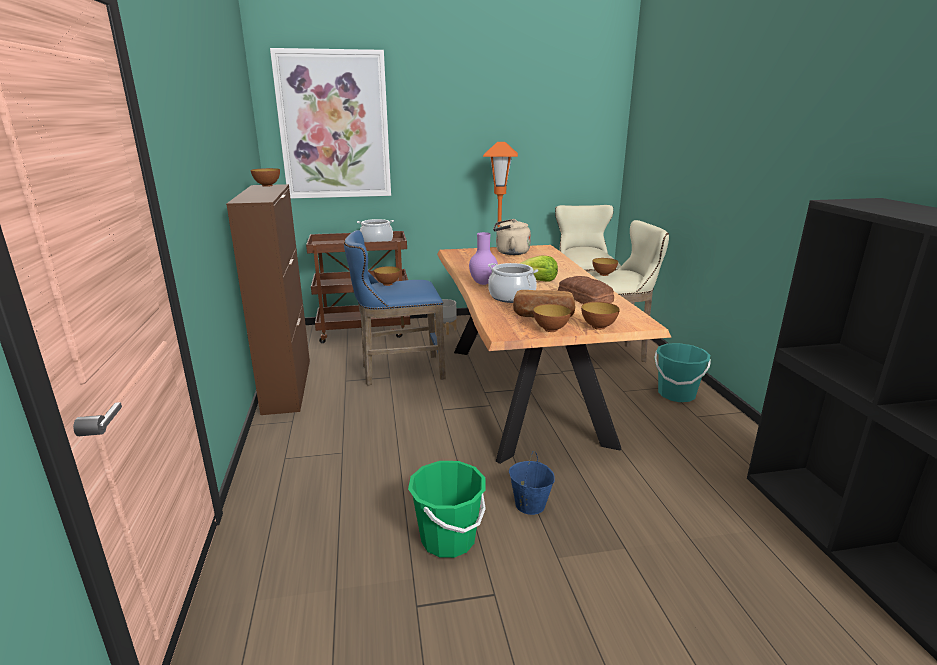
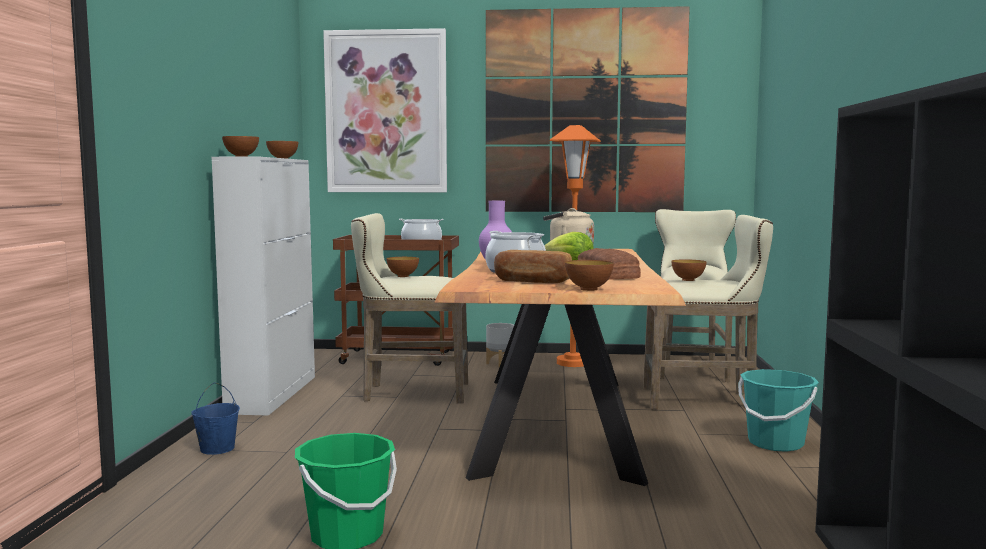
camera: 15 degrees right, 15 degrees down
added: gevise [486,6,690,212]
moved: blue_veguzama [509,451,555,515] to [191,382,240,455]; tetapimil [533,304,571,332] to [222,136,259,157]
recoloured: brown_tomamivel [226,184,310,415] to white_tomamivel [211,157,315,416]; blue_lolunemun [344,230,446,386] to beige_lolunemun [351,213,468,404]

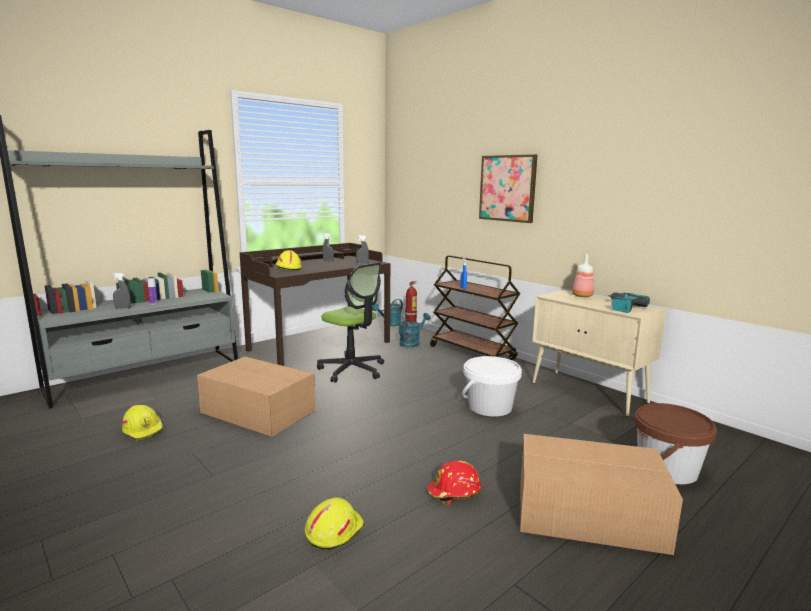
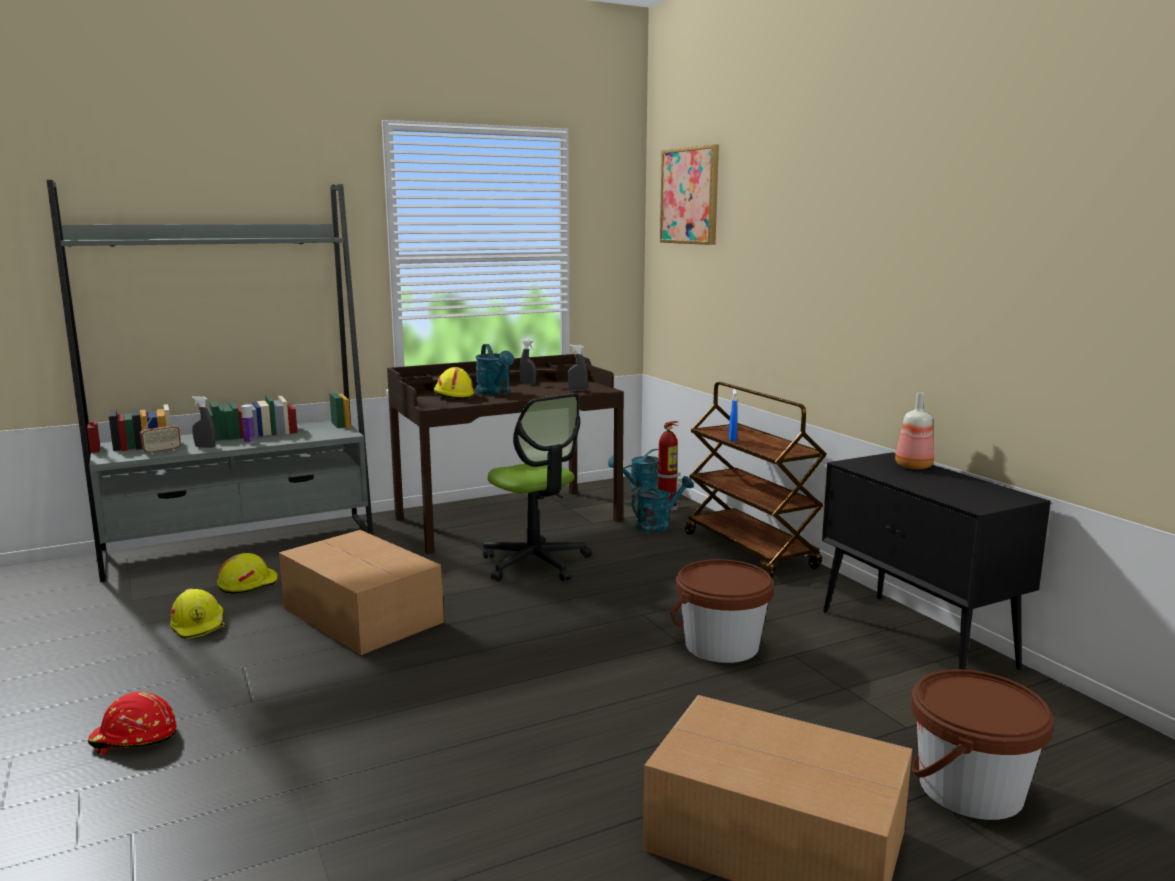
camera: 15 degrees right, 0 degrees up
removed: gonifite [608,292,650,313]
added: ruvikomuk [140,409,181,455]; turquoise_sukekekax [475,344,514,396]
moved: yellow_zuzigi [305,497,364,550] to [217,553,278,594]; red_zuzigi [427,460,481,505] to [87,692,177,754]; gevise [479,154,538,223] to [660,144,719,245]
recoloured: white_veguzama [462,356,522,417] to brown_veguzama [671,559,774,663]; beige_tomamivel [532,290,666,417] to black_tomamivel [822,452,1051,671]

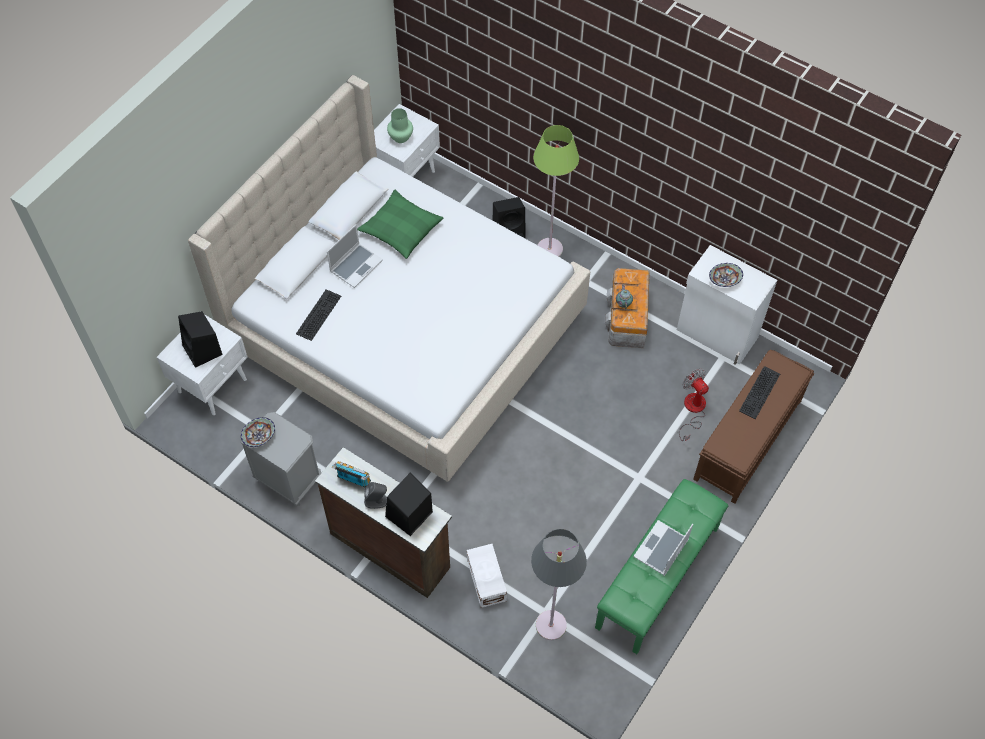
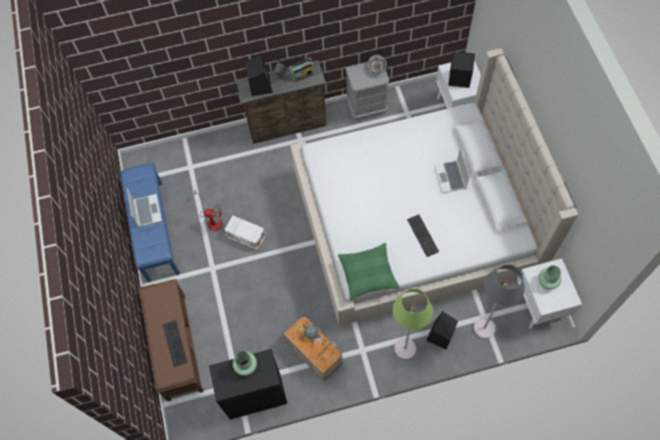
camera: 135 degrees right, 5 degrees up
moved: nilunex [296,289,341,341] to [407,214,439,257]; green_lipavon [357,190,444,259] to [338,243,400,300]; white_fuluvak [467,544,507,608] to [224,216,266,250]; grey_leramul [531,529,587,640] to [474,265,525,339]; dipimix [679,369,709,441] to [194,190,223,231]
replaced: tetapimil [709,263,743,287] to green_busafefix [233,351,257,376]
recoloured: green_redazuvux [595,479,728,654] to blue_redazuvux [121,163,180,282]; white_tomamivel [677,245,777,365] to black_tomamivel [209,349,287,420]

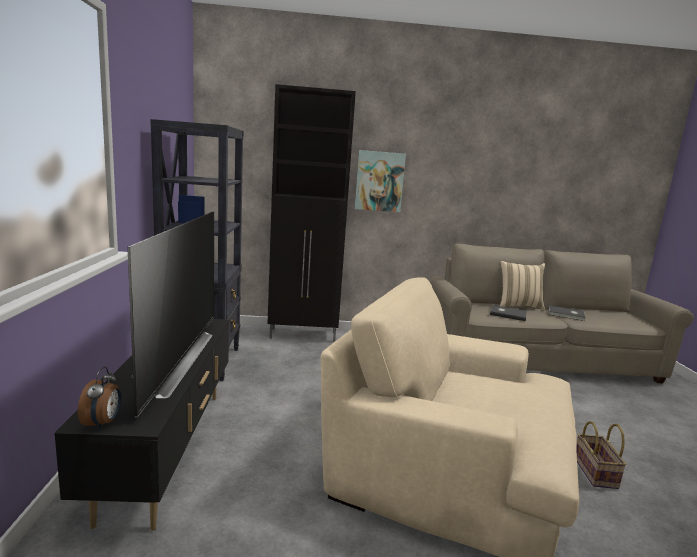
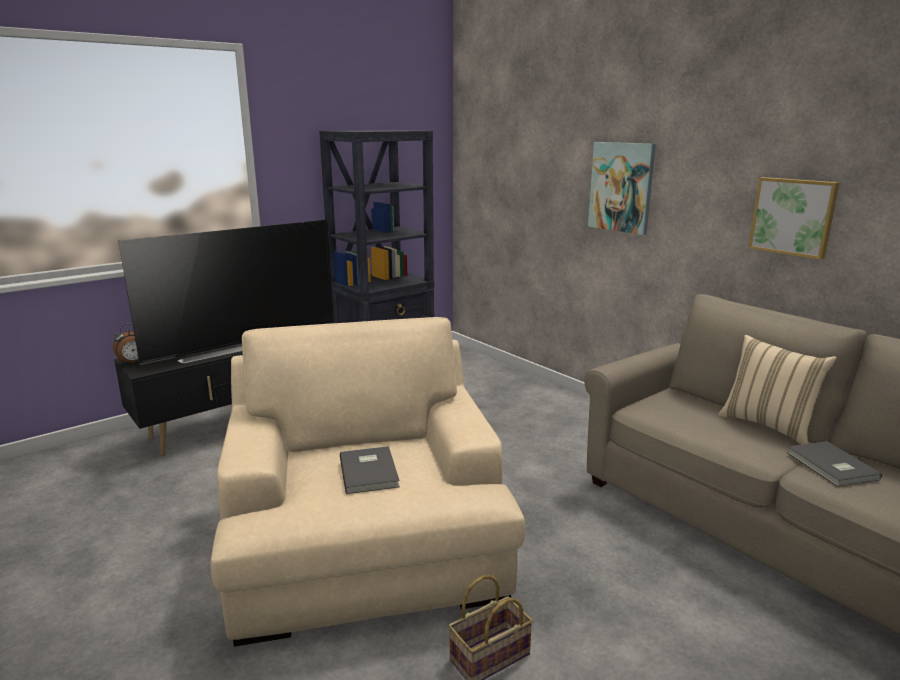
camera: 55 degrees right, 5 degrees up
removed: black_tomamivel [268,84,356,342]
added: gevise [748,177,840,260]
moved: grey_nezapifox [490,305,527,321] to [340,446,400,494]

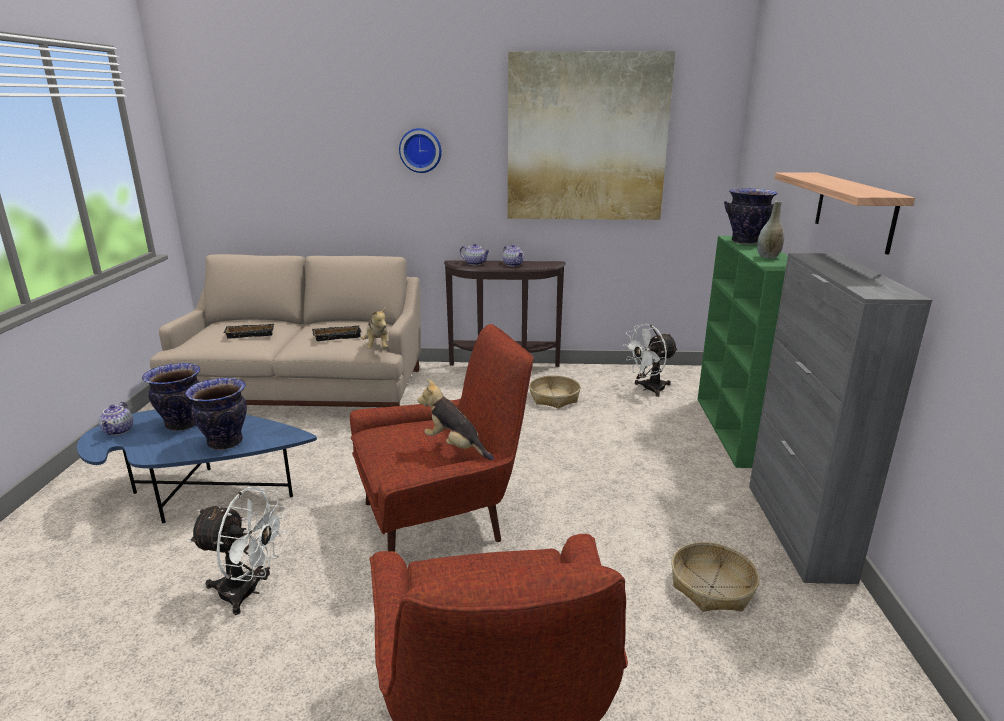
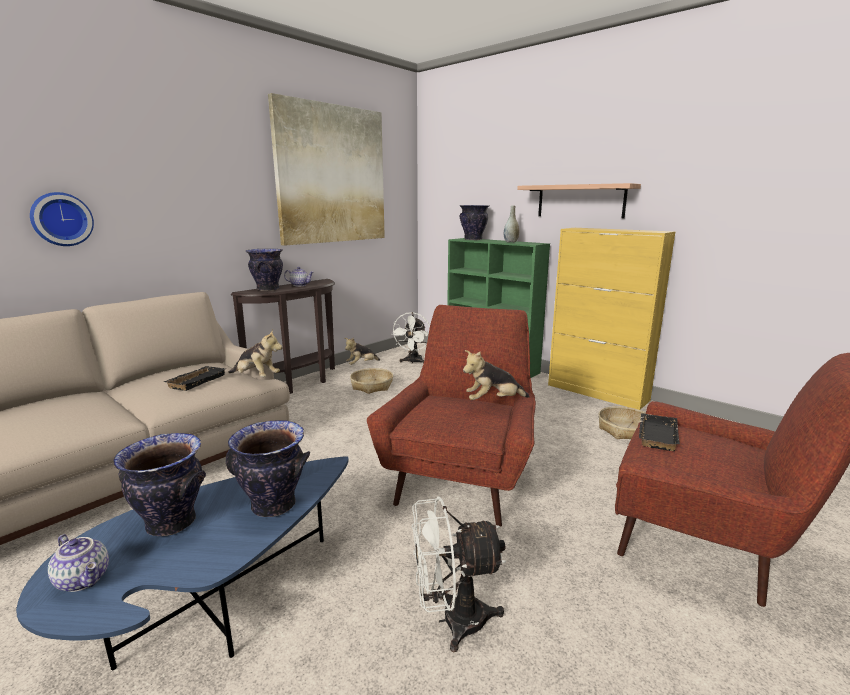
camera: 50 degrees left, 5 degrees down
added: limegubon [345,338,380,365]
moved: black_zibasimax [223,324,274,339] to [639,413,680,451]; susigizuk [399,128,442,173] to [30,192,94,246]
replaced: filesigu [460,243,490,265] to busafefix [246,249,283,291]
recoloured: grey_tomamivel [749,253,932,584] to yellow_tomamivel [548,228,675,410]
turned: white_dipimix [189,487,286,615] = [412,496,506,652] 150 degrees counterclockwise

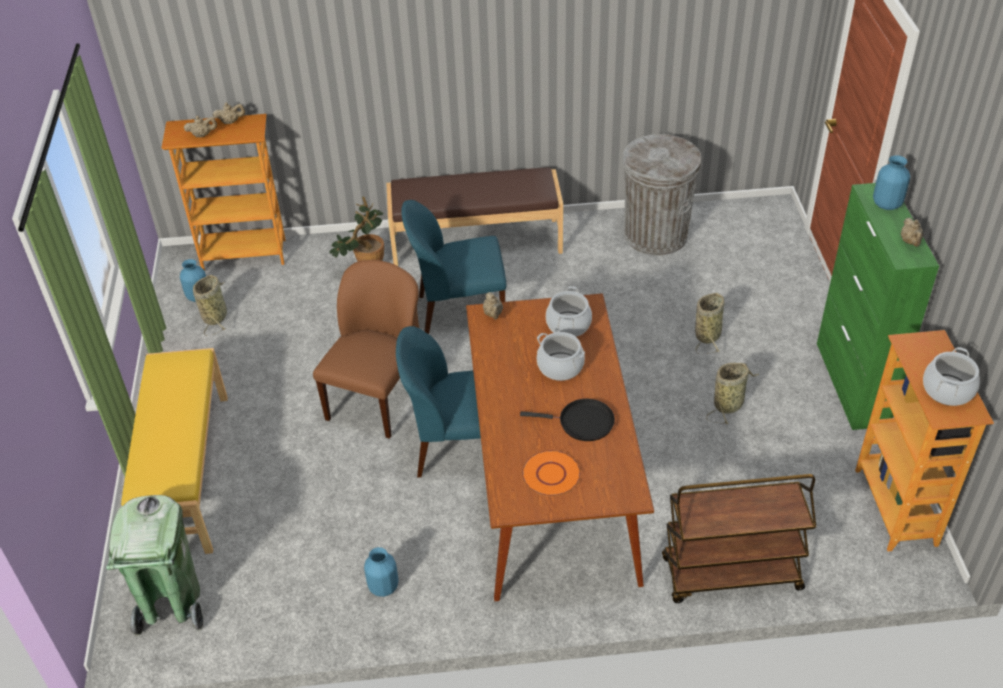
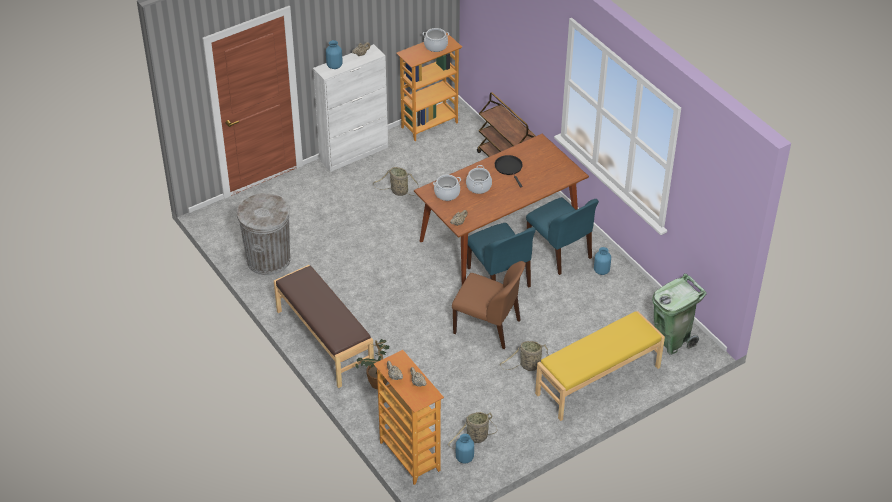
camera: 120 degrees left, 0 degrees up
removed: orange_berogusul [522,450,581,496]
moved: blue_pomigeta [401,200,506,334] to [526,197,599,275]; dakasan [695,293,724,354] to [500,341,548,371]
recoloured: green_tomamivel [817,183,939,430] to white_tomamivel [313,44,388,172]
turned: brown_pomigeta [313,260,419,439] = [452,261,526,349] 150 degrees counterclockwise

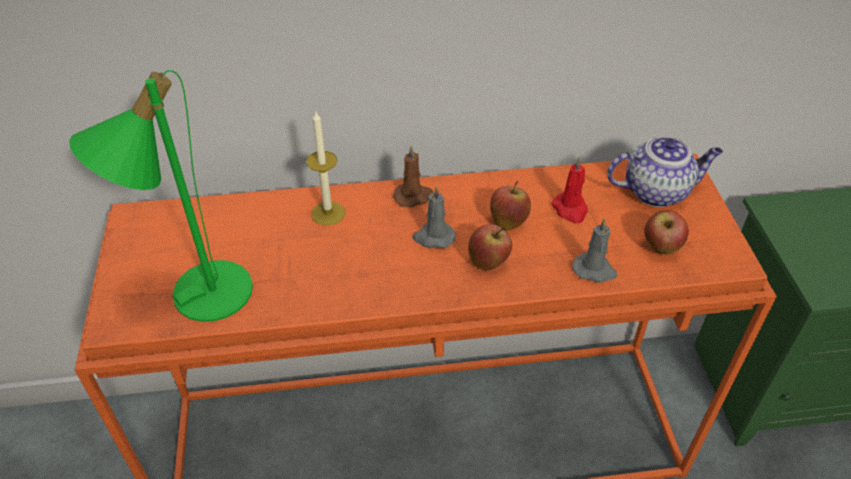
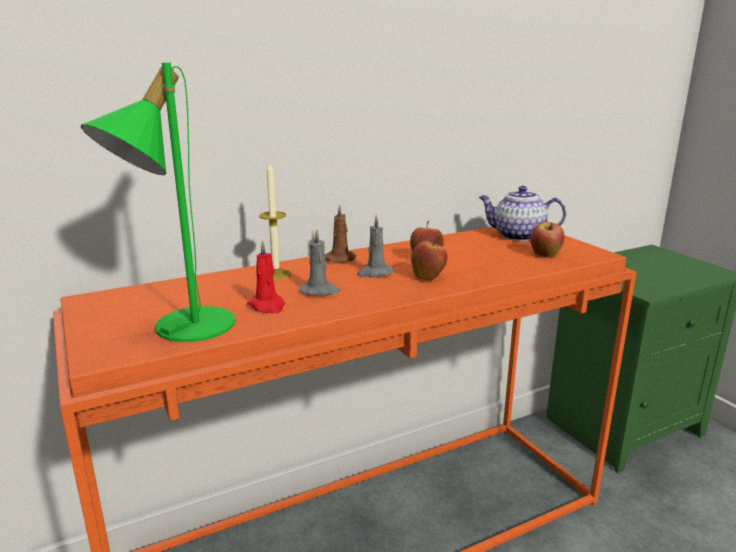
camera: 20 degrees left, 25 degrees down
moved: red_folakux [551,157,588,224] to [247,240,285,314]; grey_folakux [572,218,617,283] to [300,229,340,296]
turned: filesigu [607,136,723,207] = [479,186,566,241] 135 degrees counterclockwise

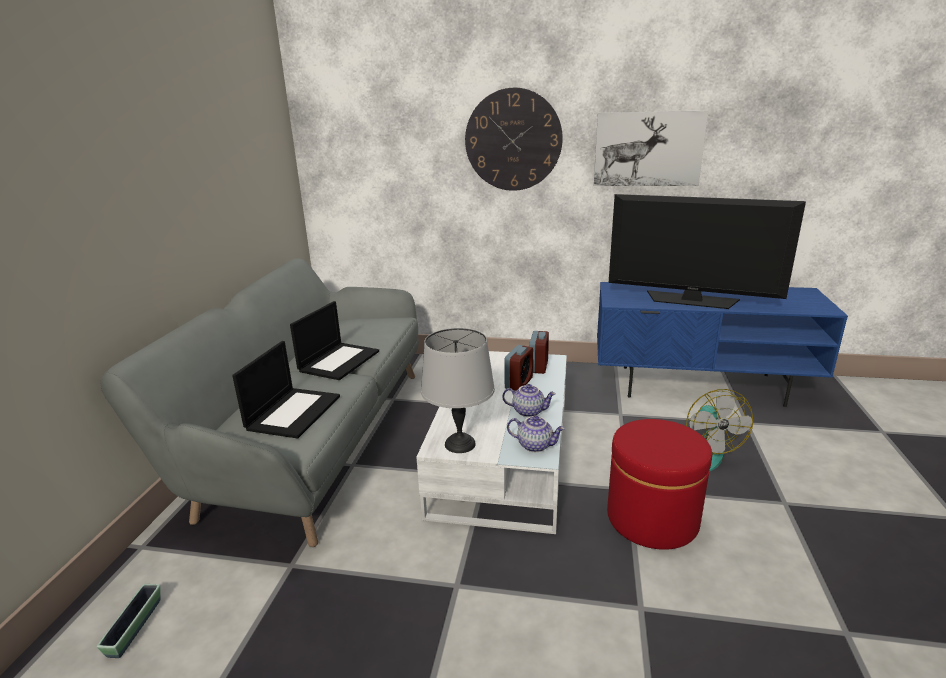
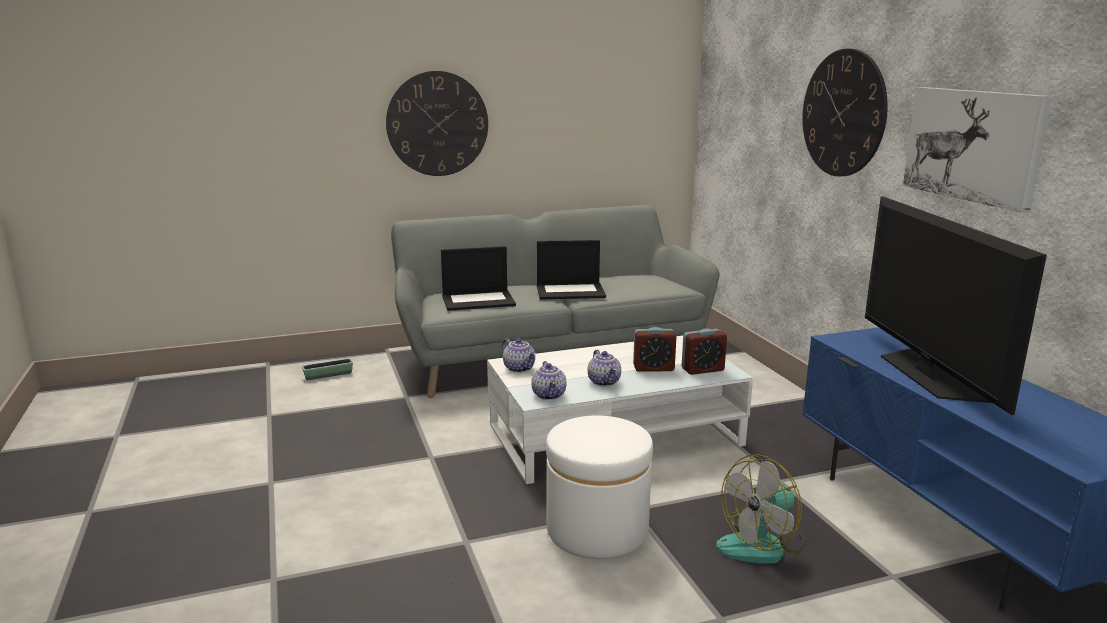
camera: 60 degrees right, 5 degrees down
added: susigizuk [386,71,488,176]
replaced: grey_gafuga [421,328,495,453] to filesigu [502,339,536,373]
recoloured: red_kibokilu [607,419,712,550] to white_kibokilu [546,416,653,559]

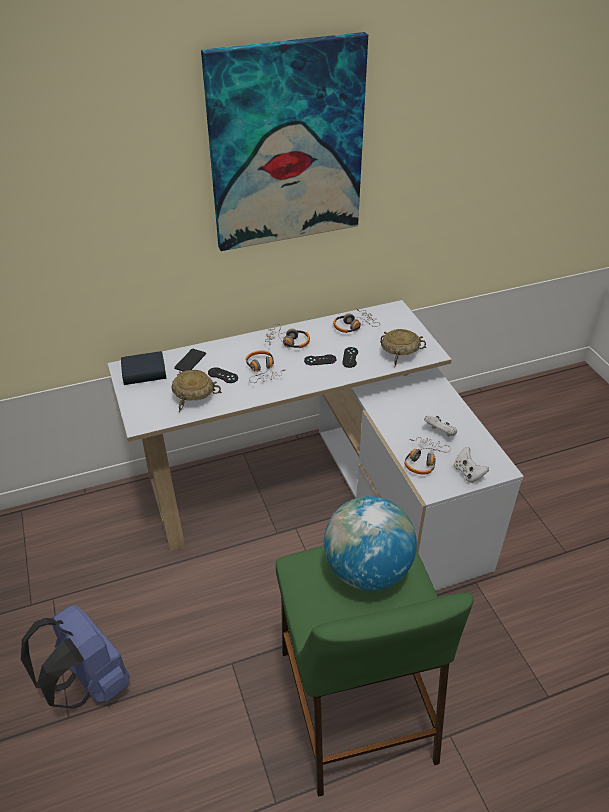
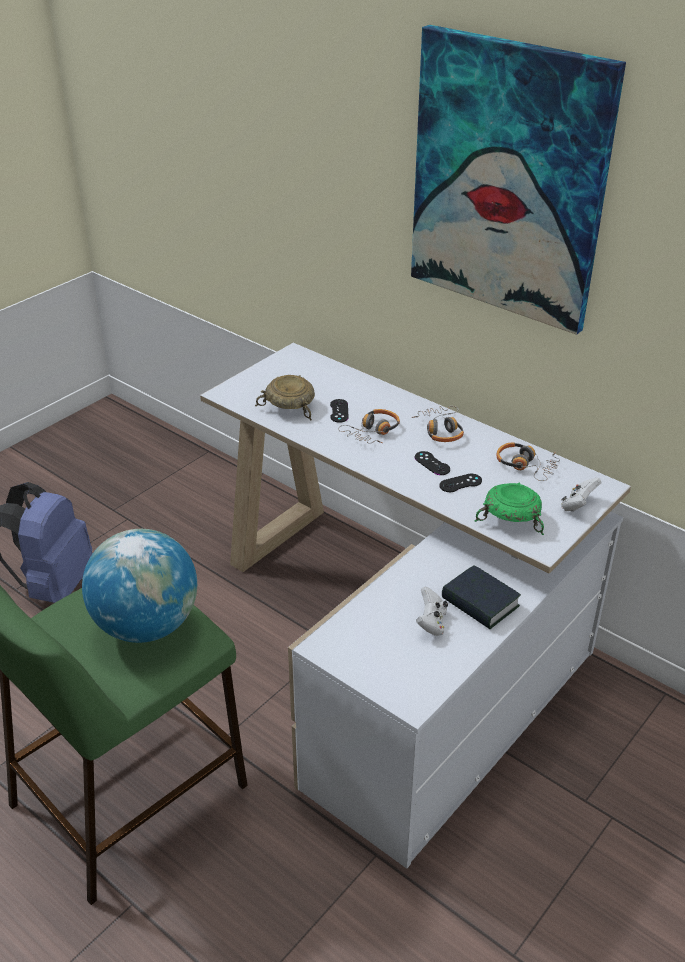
camera: 60 degrees right, 5 degrees down
removed: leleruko [174,349,206,371]; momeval [404,437,451,474]
moved: nezapifox [121,351,167,385] to [442,565,521,629]; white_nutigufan [454,447,489,483] to [561,477,601,511]
recoloured: beige_tetapimil [380,329,427,367] to green_tetapimil [475,483,544,535]

